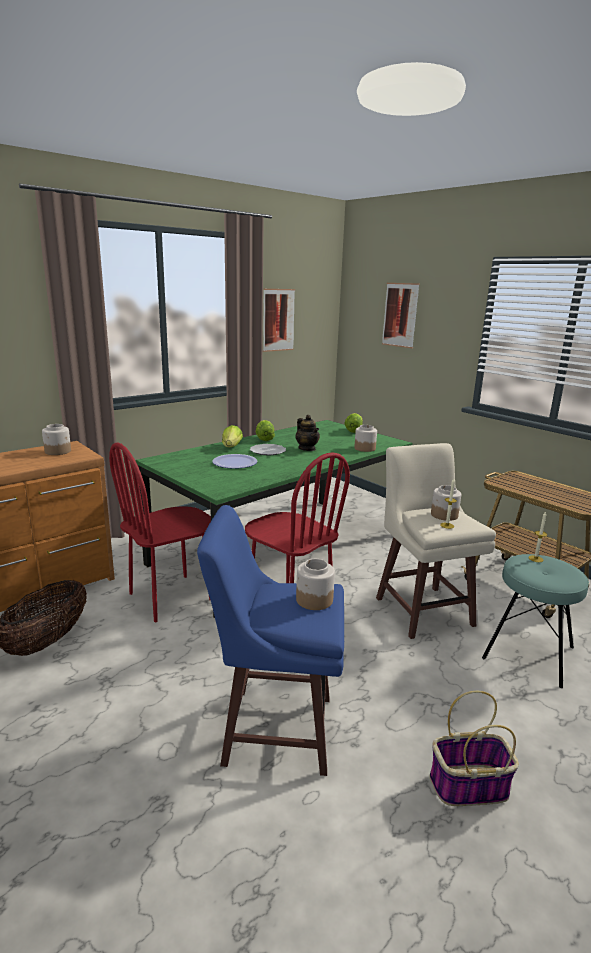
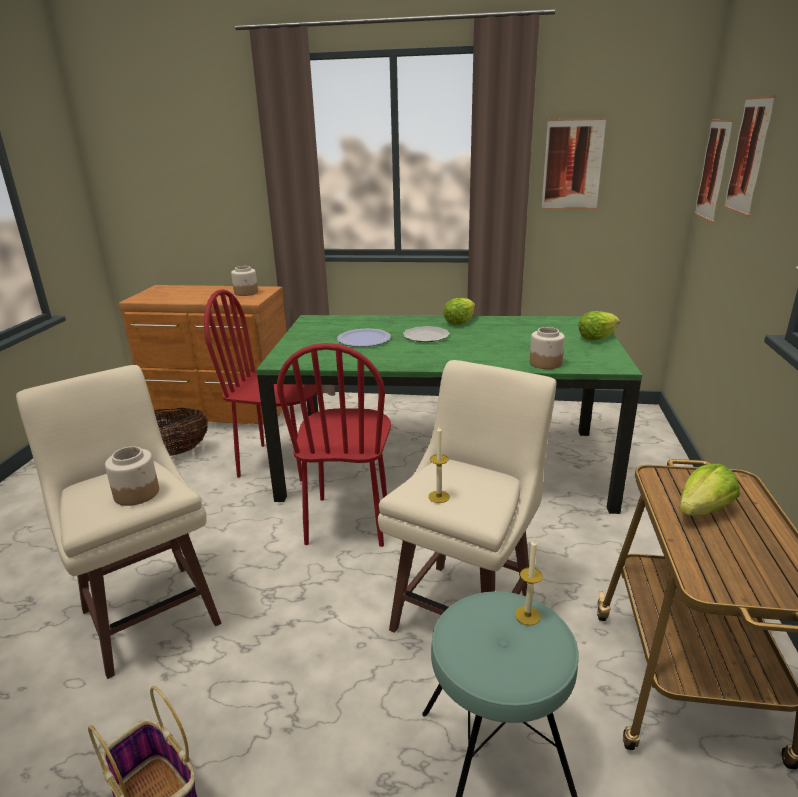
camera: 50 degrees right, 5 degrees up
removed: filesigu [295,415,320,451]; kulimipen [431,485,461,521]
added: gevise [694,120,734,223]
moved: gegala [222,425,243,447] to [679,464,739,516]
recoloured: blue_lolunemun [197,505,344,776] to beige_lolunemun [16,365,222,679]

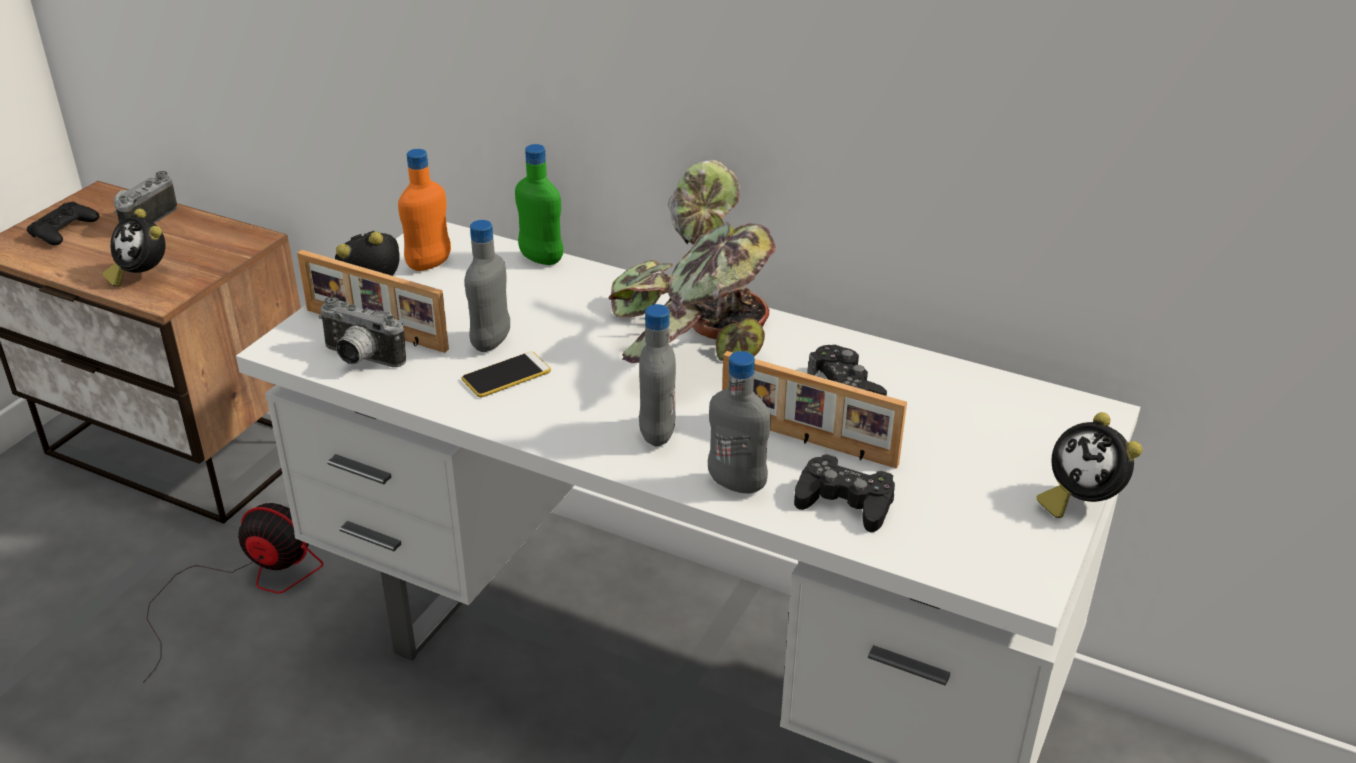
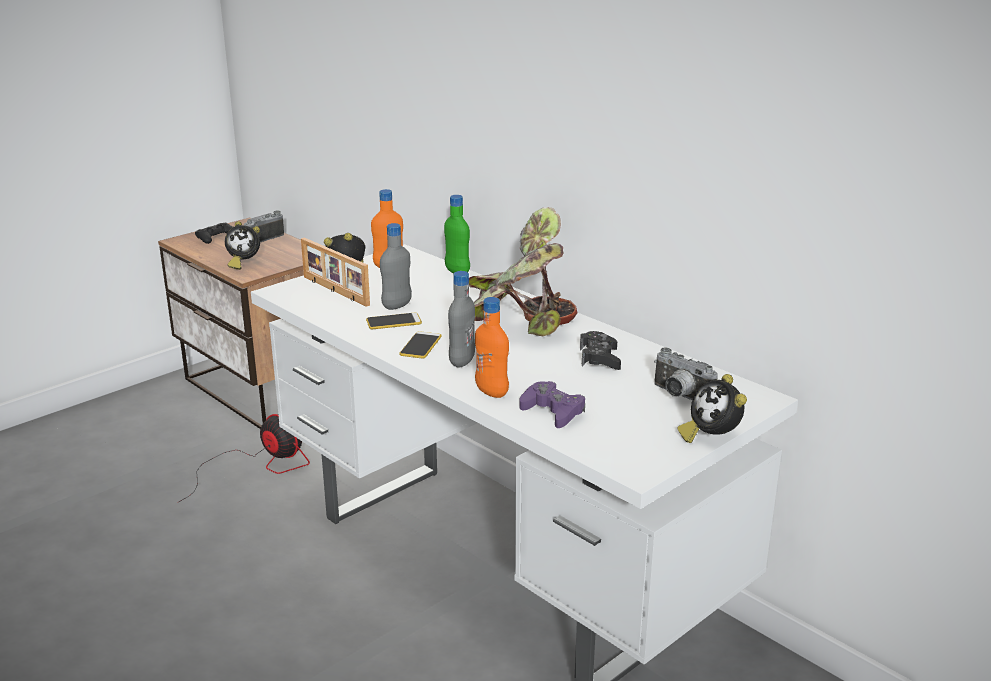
camera: 20 degrees right, 10 degrees down
removed: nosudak [722,351,907,469]
added: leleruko [399,331,442,359]
moved: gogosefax [319,297,406,367] to [654,347,718,400]
recoloured: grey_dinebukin [708,351,771,493] to orange_dinebukin [475,297,509,398]; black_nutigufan [794,454,895,532] to purple_nutigufan [519,381,585,428]
turned: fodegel [103,209,166,287] = [225,221,260,270] 60 degrees counterclockwise

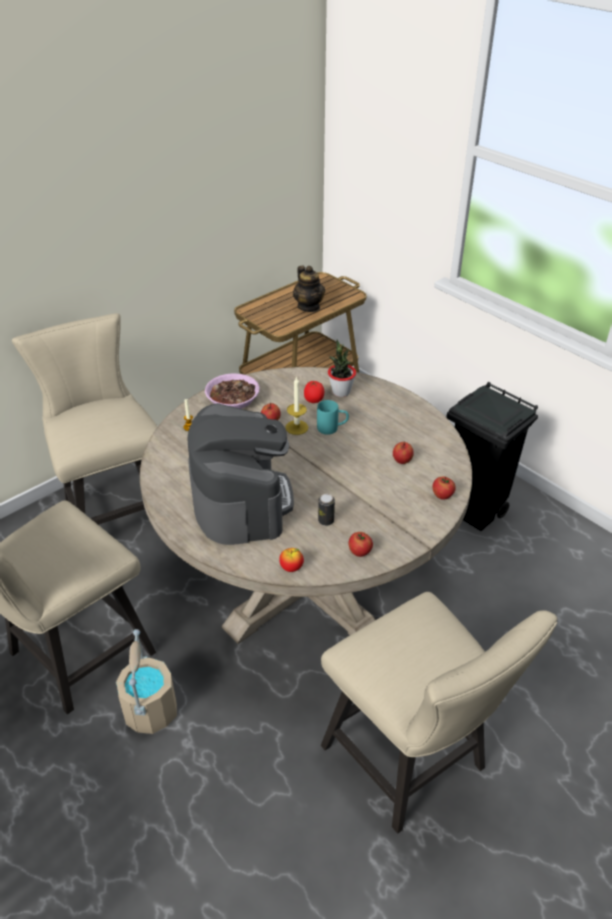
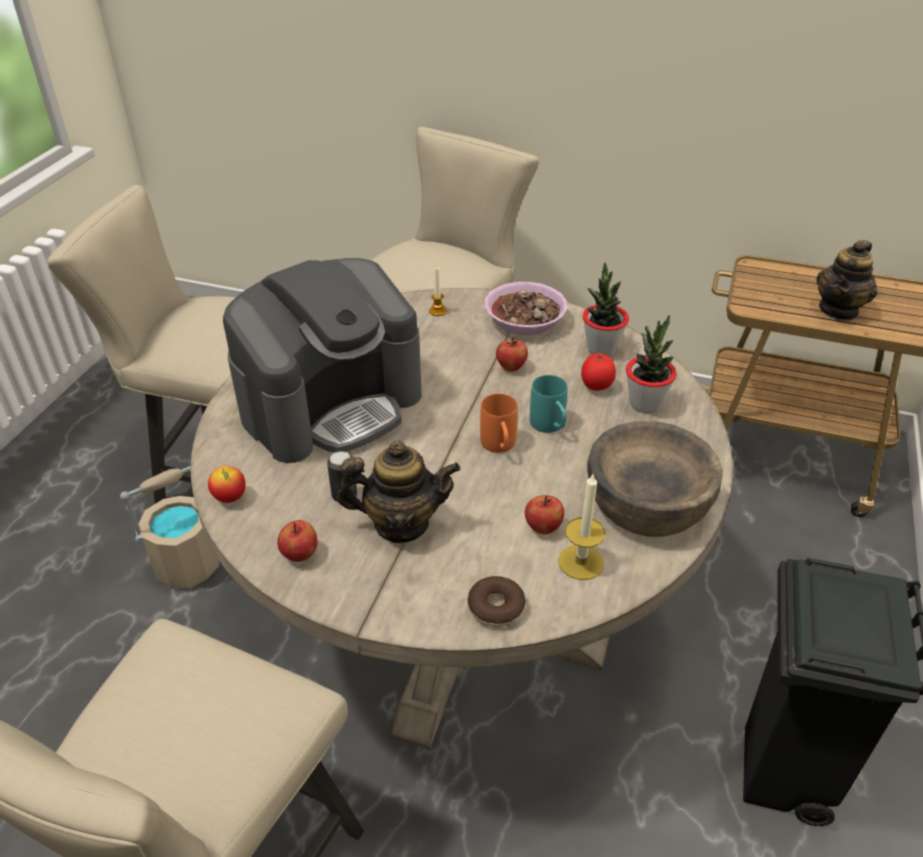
camera: 60 degrees right, 0 degrees up
added: filesigu [337,441,461,543]; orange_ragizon [480,394,518,453]; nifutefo [583,262,629,356]; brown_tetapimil [587,421,723,537]
moved: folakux [285,376,308,435] to [558,474,606,580]
replaced: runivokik [433,476,456,500] to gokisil [467,576,526,627]

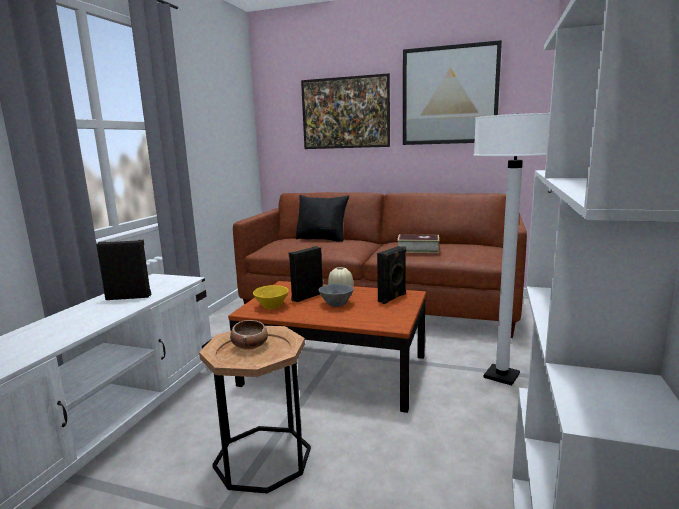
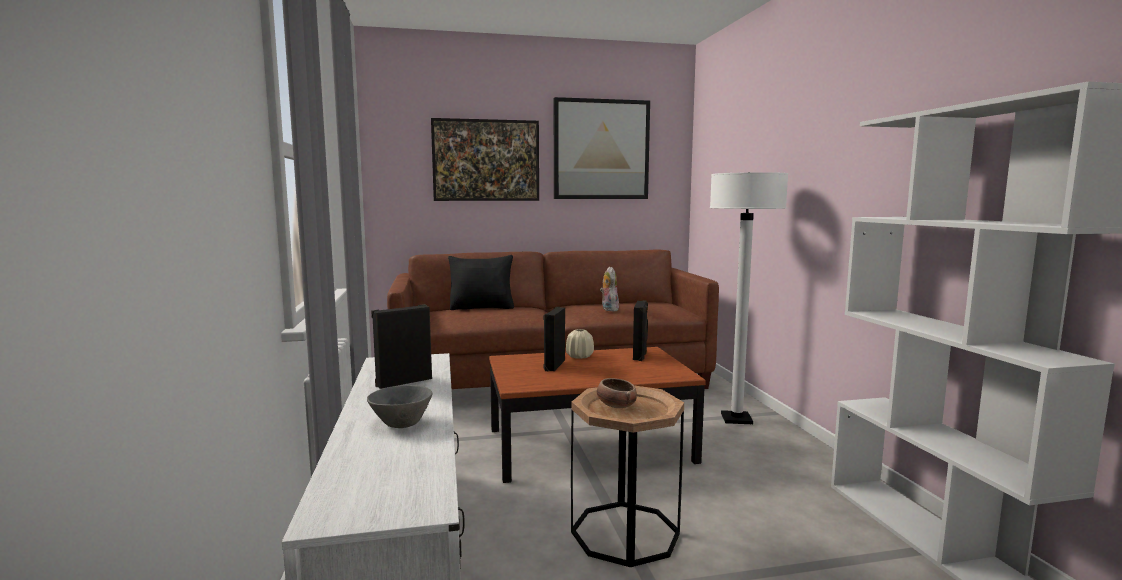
camera: 30 degrees left, 5 degrees down
removed: yellow_tetapimil [253,285,289,309]
moved: grey_tetapimil [318,284,354,307] to [367,385,433,428]
replaced: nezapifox [397,234,439,253] to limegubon [600,267,619,311]

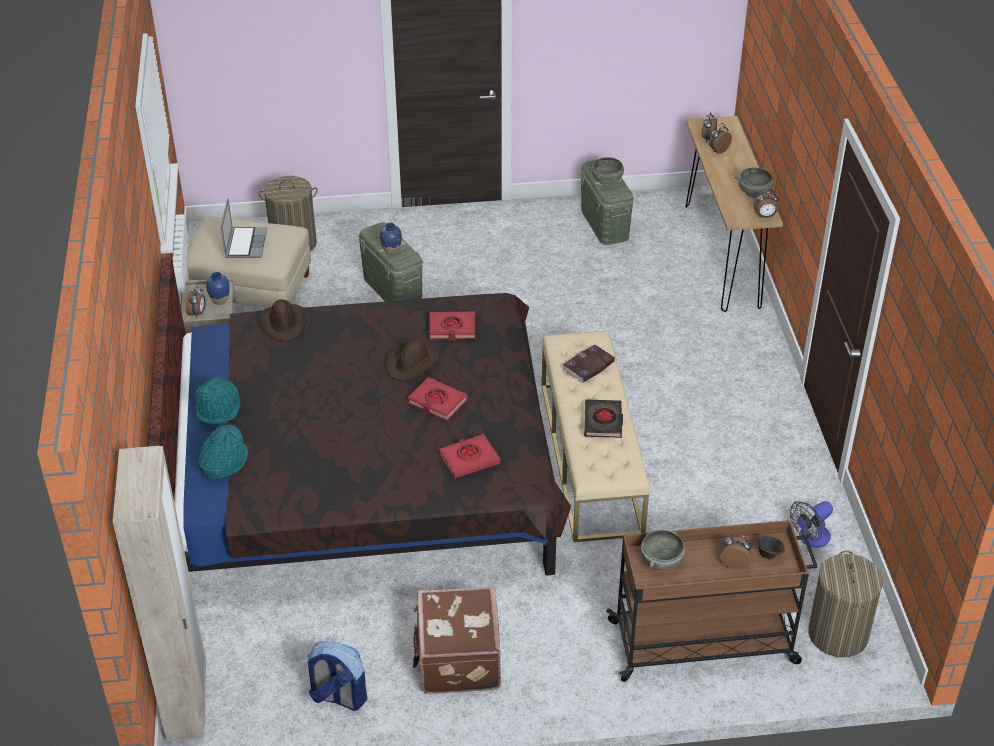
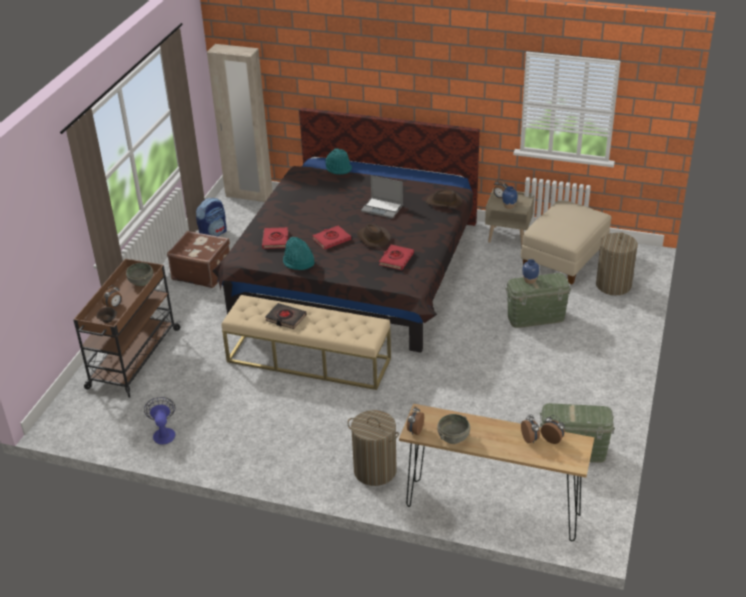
camera: 115 degrees right, 5 degrees down
removed: nezapifox [562,345,615,383]; grey_tetapimil [592,157,624,186]
moved: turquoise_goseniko [195,378,241,425] to [283,237,315,270]; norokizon [221,198,267,258] to [361,176,403,218]; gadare [808,550,883,657] to [348,410,399,486]

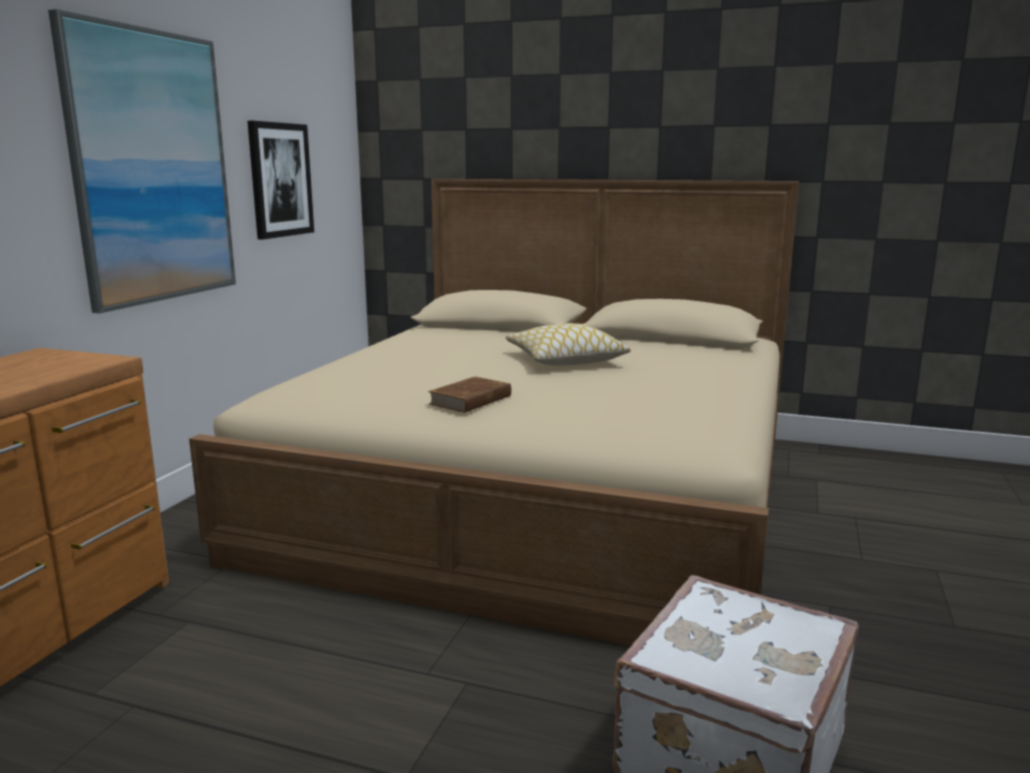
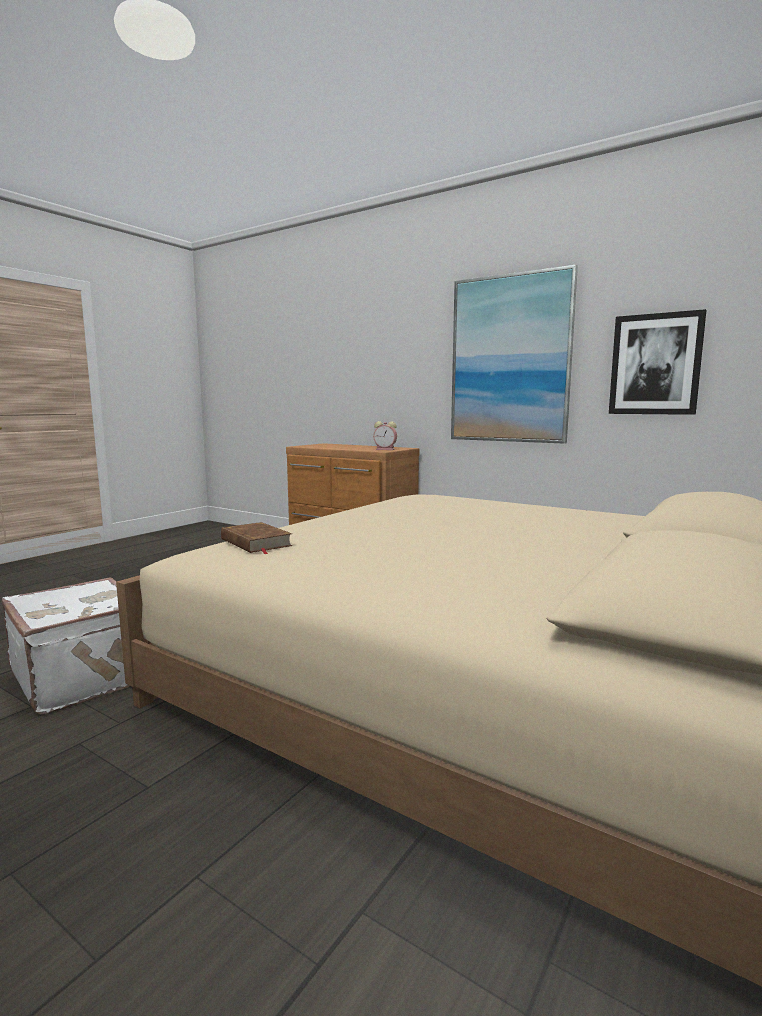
camera: 105 degrees right, 5 degrees down
removed: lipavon [505,323,631,366]
added: fodegel [373,421,397,450]
moved: brown_nezapifox [428,377,511,413] to [221,522,293,554]

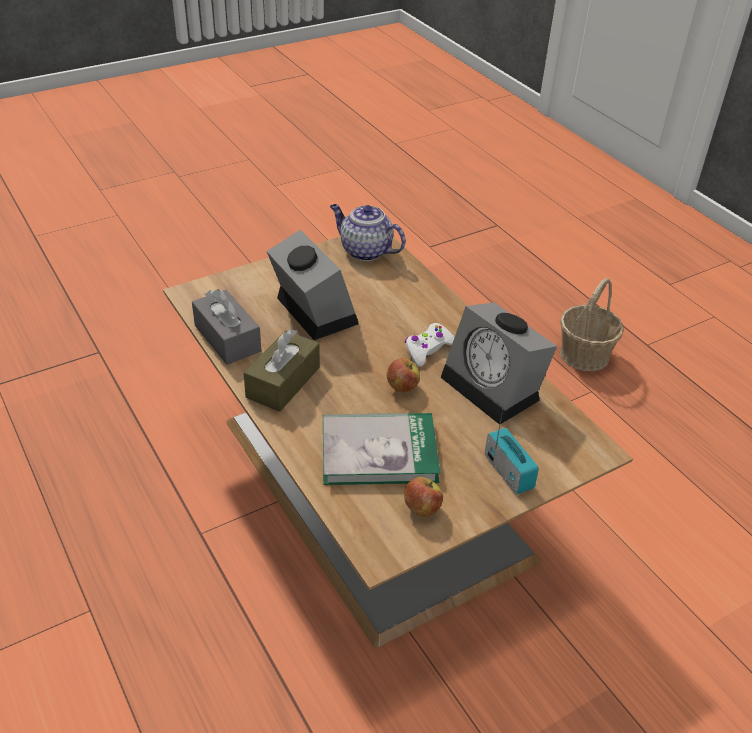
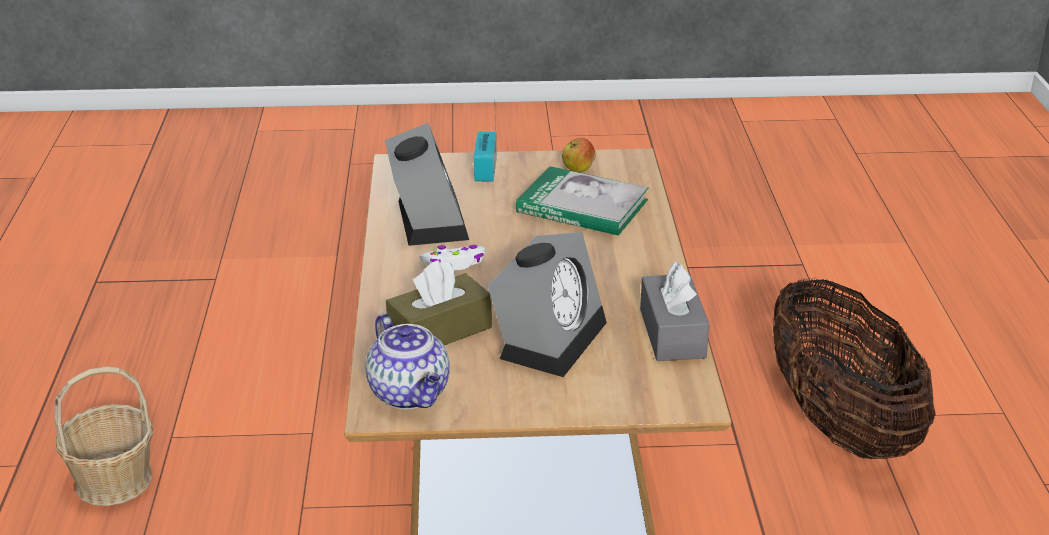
camera: 150 degrees left, 10 degrees down
removed: runivokik [386,358,420,392]
added: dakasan [773,278,936,459]
moved: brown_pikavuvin [244,329,320,412] to [386,260,492,345]
turned: fodegel [267,230,359,340] = [488,232,607,377] 150 degrees counterclockwise

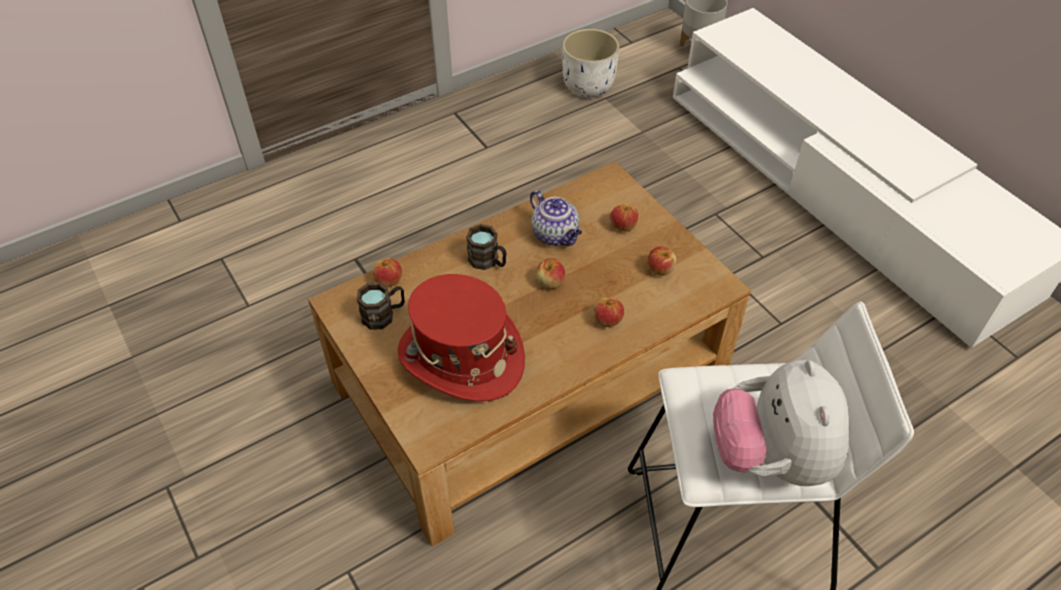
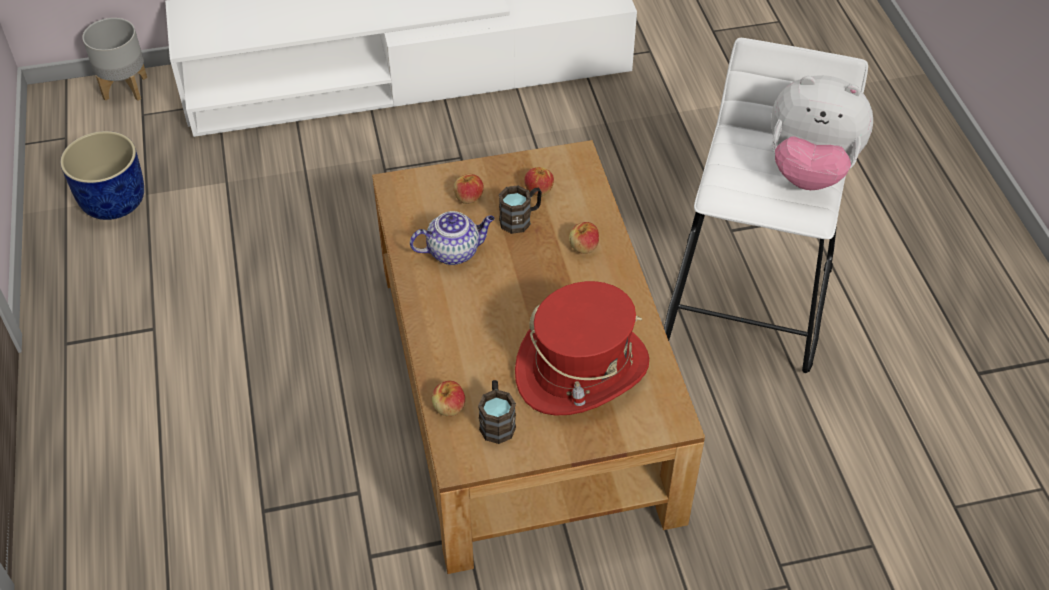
camera: 70 degrees left, 0 degrees up
removed: runivokik [536,258,565,289]
moved: brown_ragizon [466,224,507,270] to [499,185,542,234]
recoloured: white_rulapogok [562,29,619,97] to blue_rulapogok [60,131,144,220]

